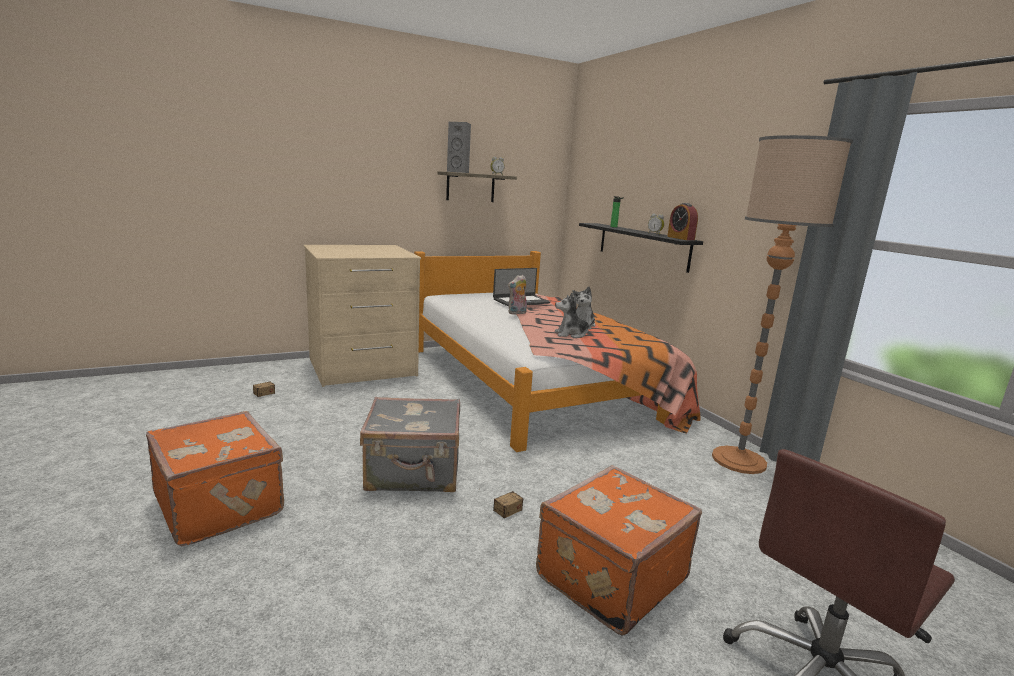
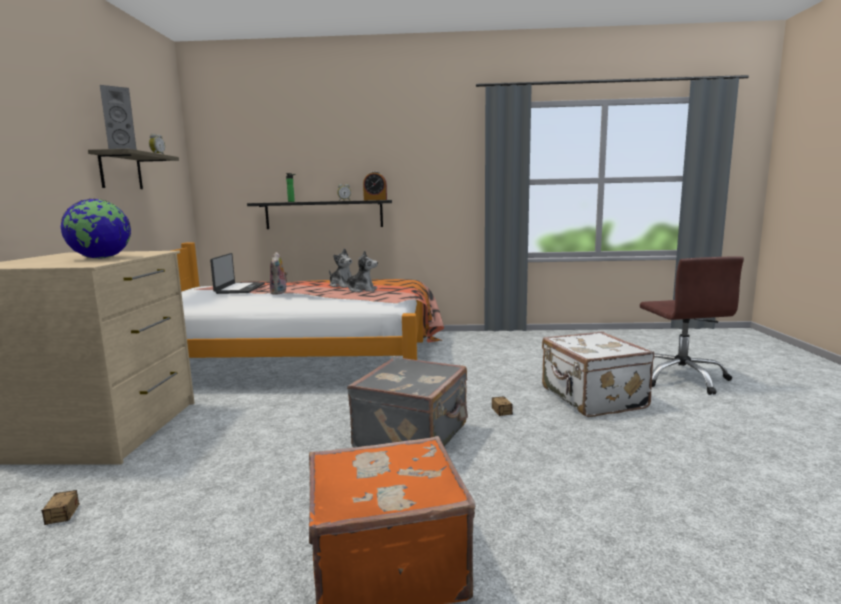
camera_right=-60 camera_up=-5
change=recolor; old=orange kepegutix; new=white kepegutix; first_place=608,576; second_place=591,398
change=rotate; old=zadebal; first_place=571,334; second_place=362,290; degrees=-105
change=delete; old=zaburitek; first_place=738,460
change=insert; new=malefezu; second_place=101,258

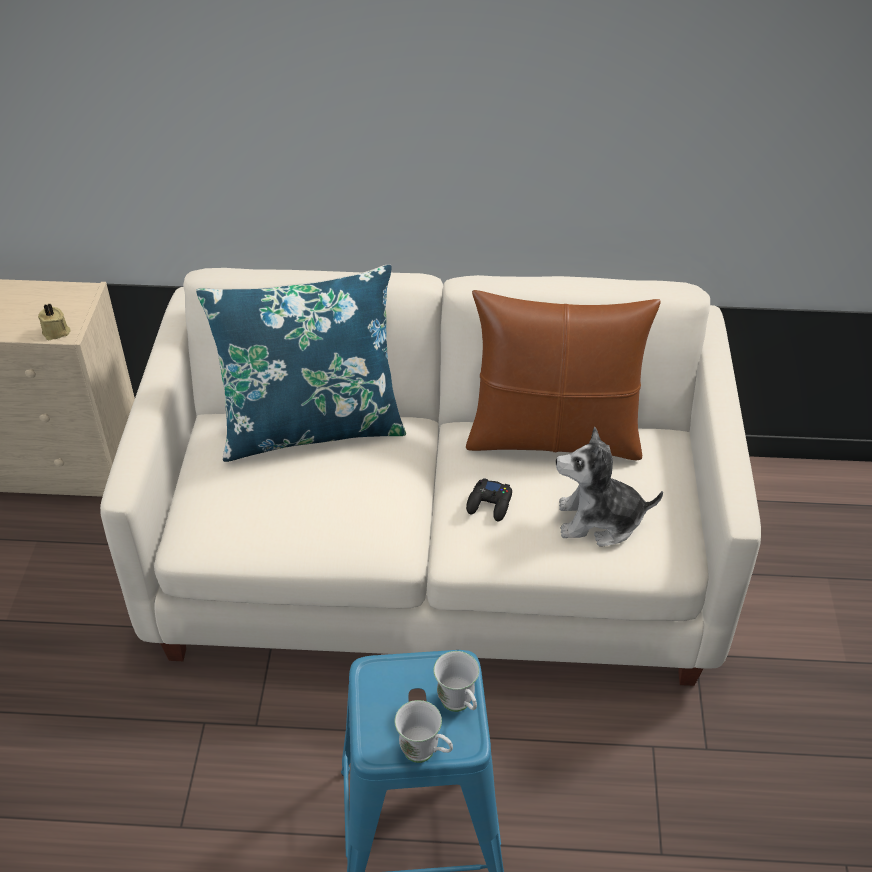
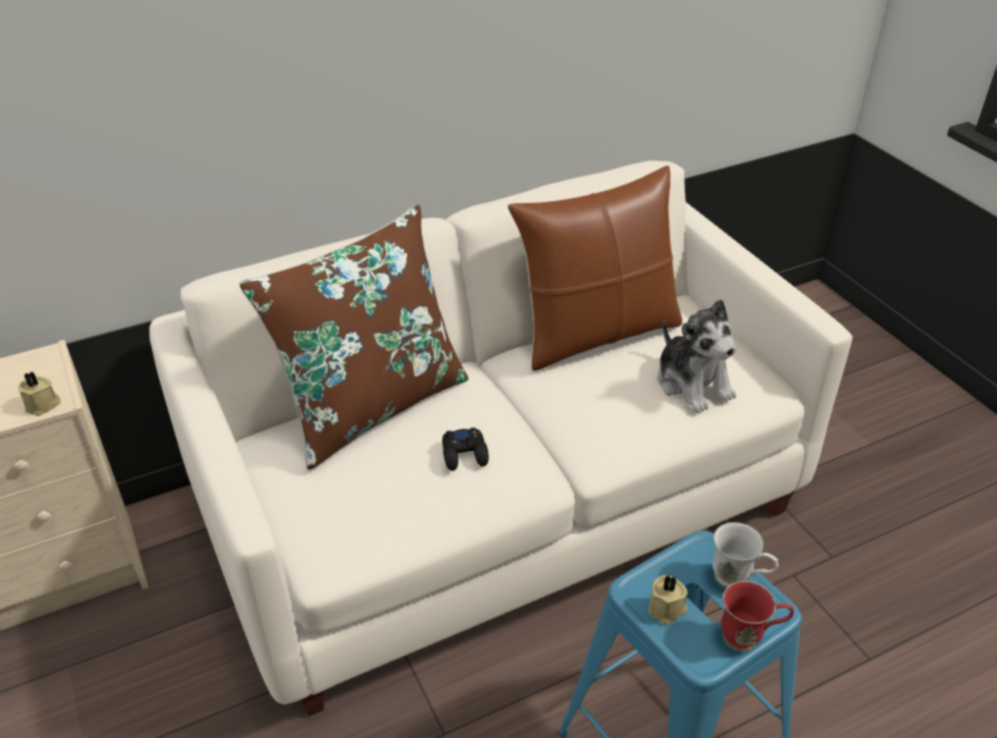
camera_right=-30 camera_up=-5
change=recolor; old=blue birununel; new=brown birununel; first_place=311,426; second_place=372,405
change=recolor; old=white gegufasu; new=red gegufasu; first_place=425,754; second_place=749,638
change=move; old=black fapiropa; first_place=490,504; second_place=465,454
change=rotate; old=zadebal; first_place=599,521; second_place=693,384; degrees=-90
change=insert; new=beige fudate; second_place=667,609

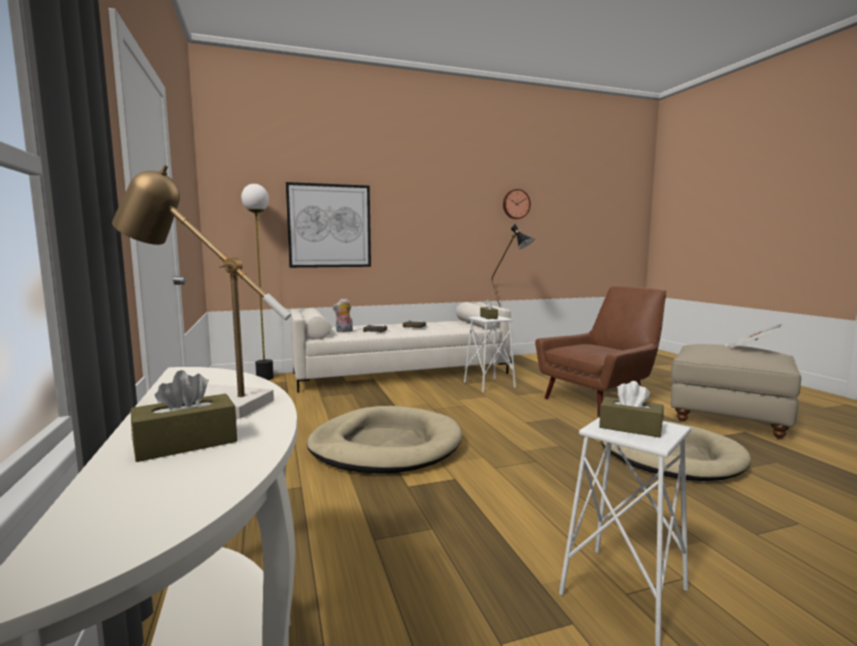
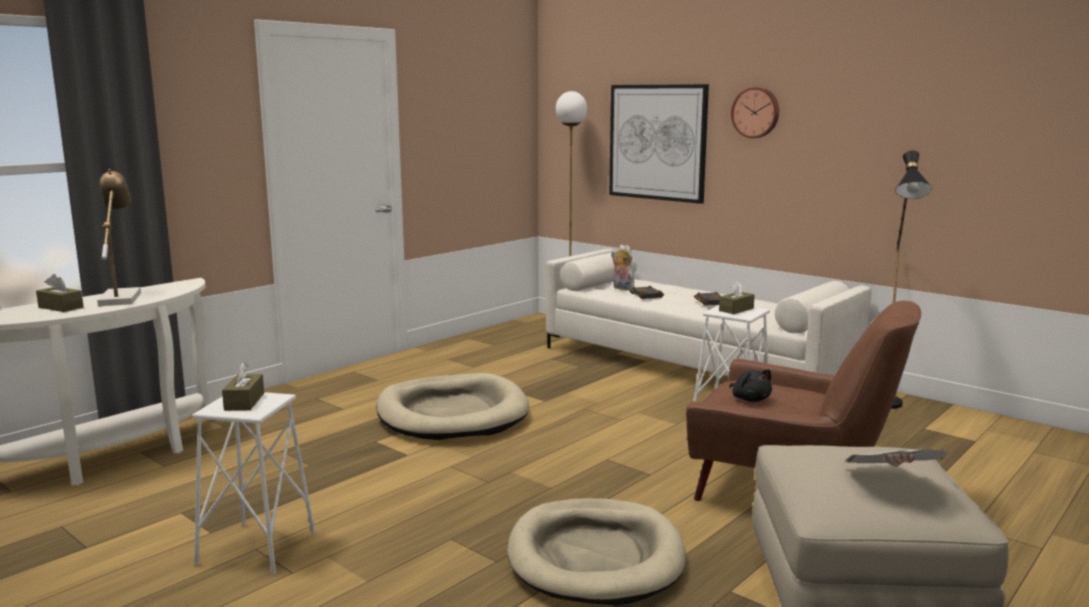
camera_right=60 camera_up=5
change=move; old=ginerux; first_place=515,204; second_place=756,112
change=insert; new=black zadebal; second_place=750,399

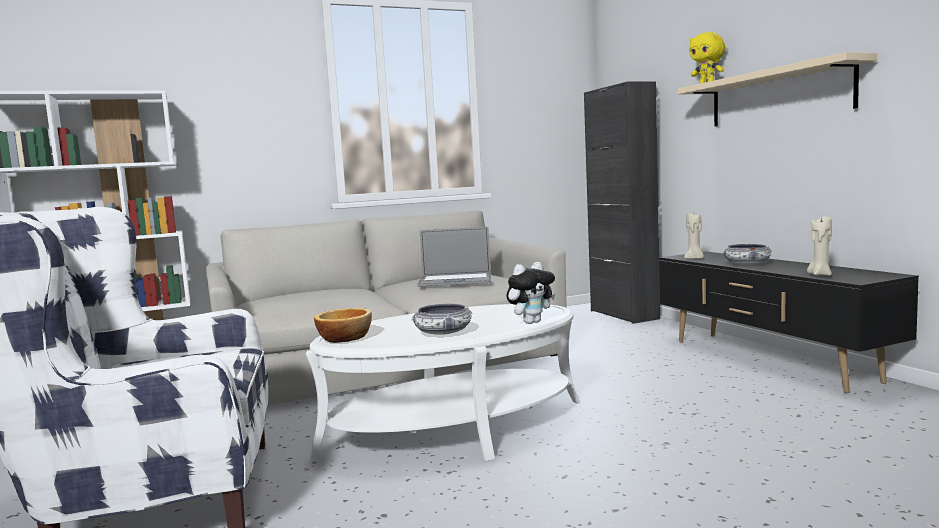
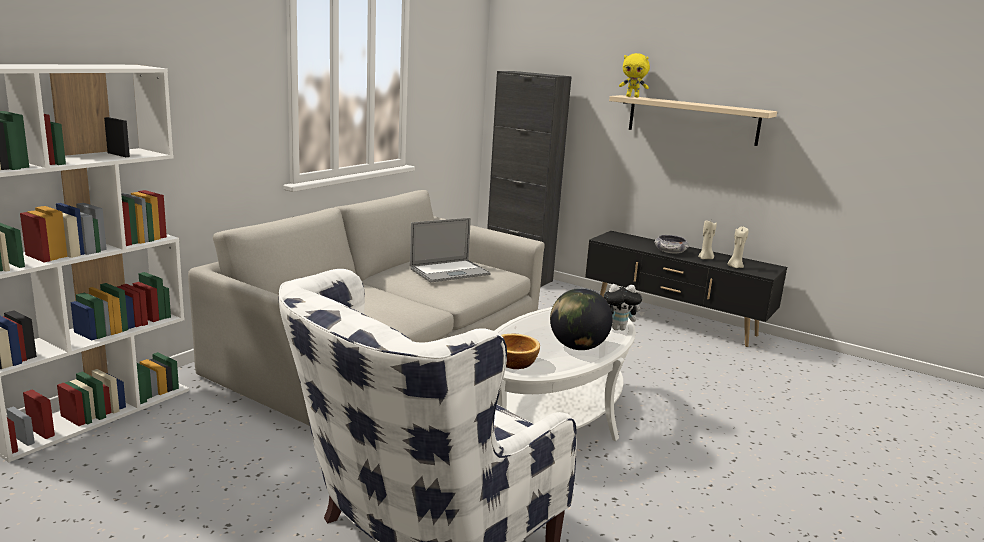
camera_right=-35 camera_up=10
change=replace; old=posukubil; new=malefezu; first_place=443,332; second_place=578,347
change=rotate; old=zadebal; first_place=531,322; second_place=619,328; degrees=60
change=move; old=beige fudate; first_place=694,259; second_place=705,258

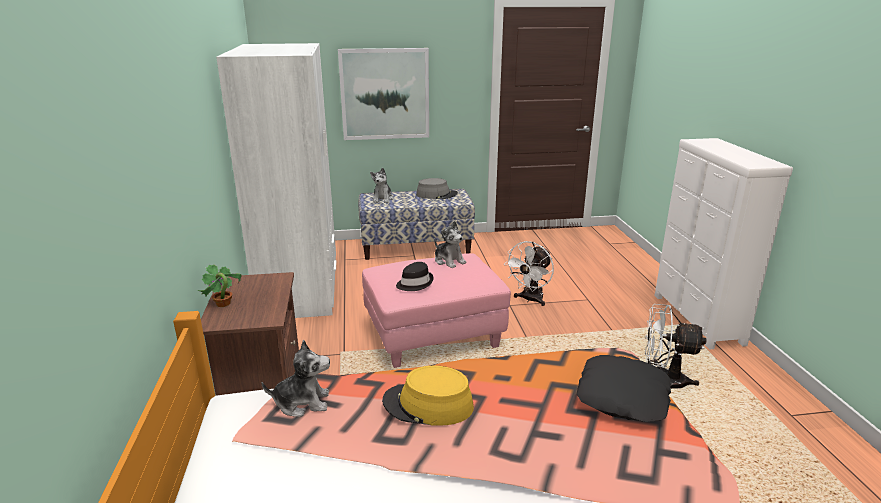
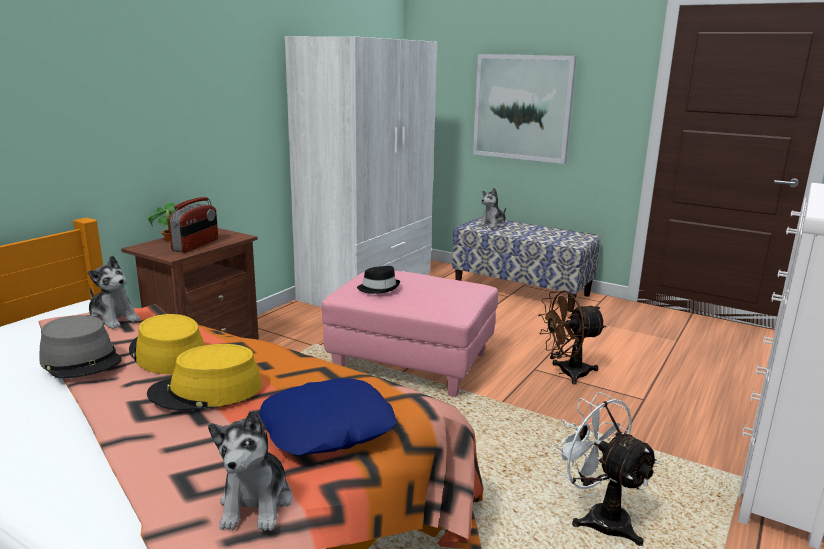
camera_right=40 camera_up=-5
change=move; old=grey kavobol; first_place=436,194; second_place=81,360
change=move; old=zadebal; first_place=449,261; second_place=256,503
change=recolor; old=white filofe; new=brown filofe; first_place=530,300; second_place=567,373
change=recolor; old=black birununel; new=blue birununel; first_place=623,396; second_place=328,429
change=insert; new=yellow kavobol; second_place=206,391
change=insert; new=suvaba; second_place=196,245

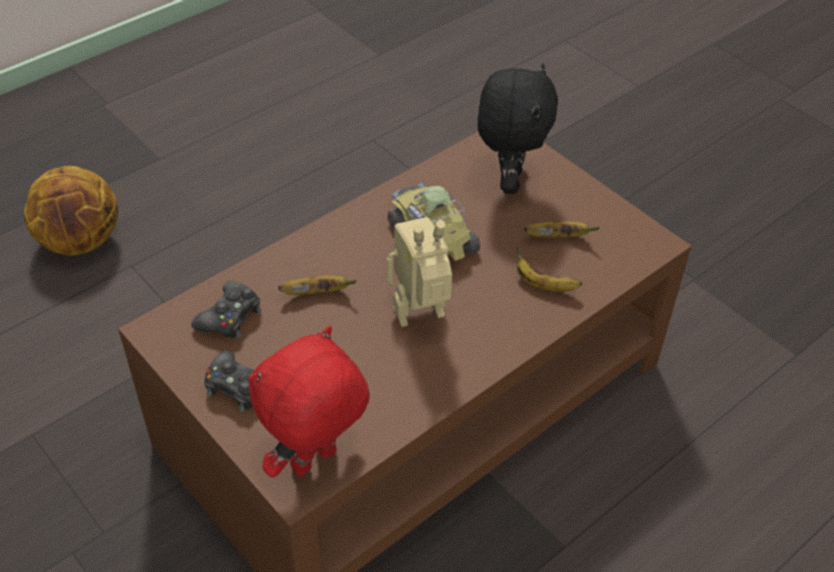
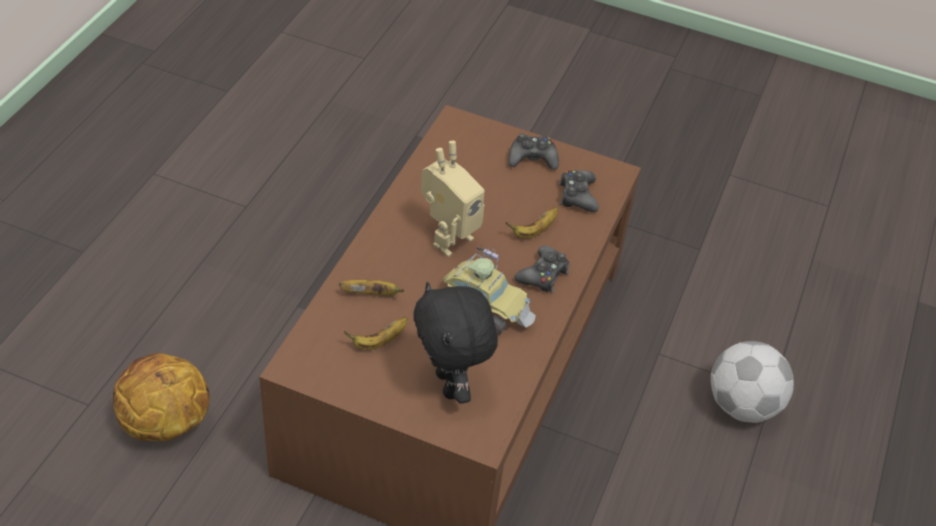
camera_right=150 camera_up=0
change=move; old=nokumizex; first_place=81,242; second_place=165,424
change=delete; old=red zadebal; first_place=315,463
change=insert; new=black fapiropa; second_place=543,275
change=insert; new=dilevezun; second_place=741,405

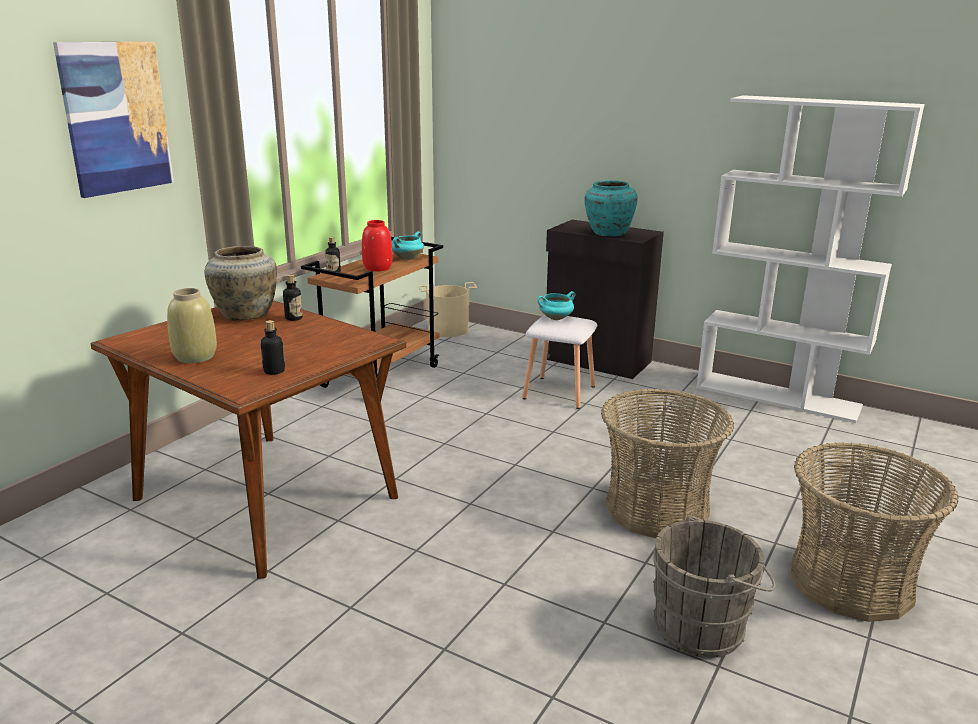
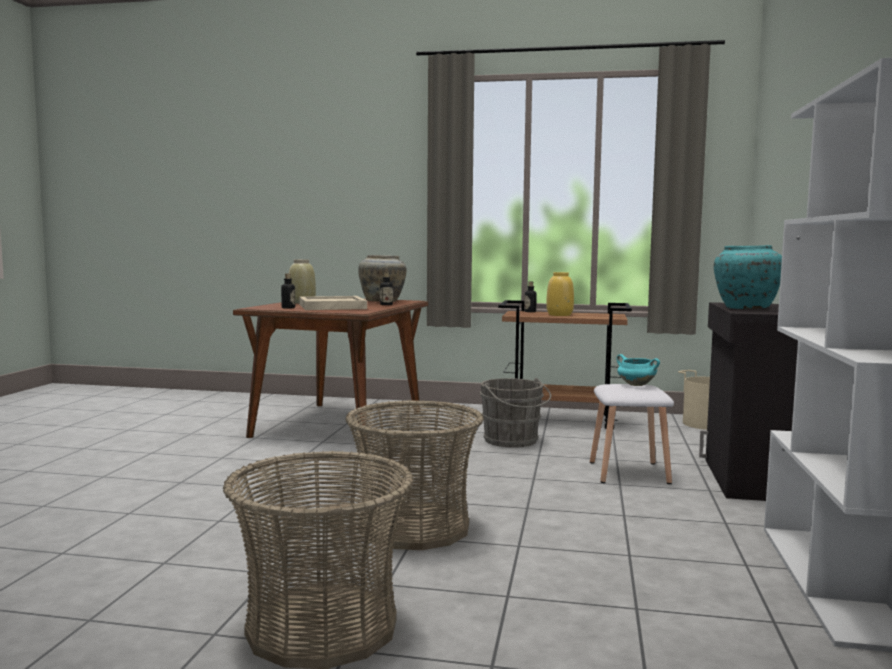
camera_right=70 camera_up=-15
change=delete; old=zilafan; first_place=116,118
change=recolor; old=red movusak; new=yellow movusak; first_place=377,268; second_place=559,315
change=delete; old=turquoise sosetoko; first_place=407,258
change=move; old=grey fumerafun; first_place=704,627; second_place=512,441
change=insert; new=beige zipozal; second_place=331,306

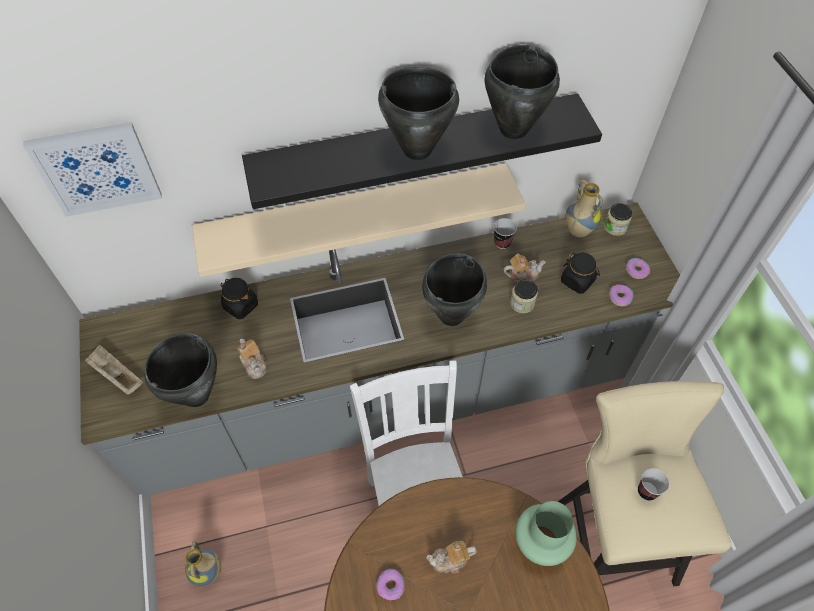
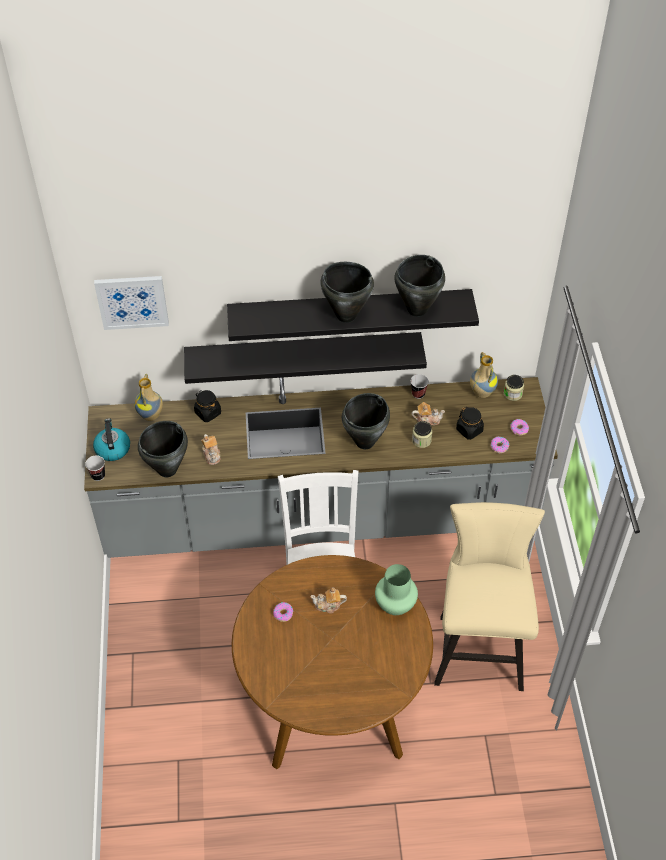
camera_right=10 camera_up=-5
change=replace; old=beige zipozal; new=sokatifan; first_place=117,376; second_place=112,448
change=move; old=movusak; first_place=209,573; second_place=151,415
change=recolor; old=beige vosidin; new=black vosidin; first_place=355,211; second_place=303,353
change=move; old=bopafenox; first_place=647,491; second_place=98,475

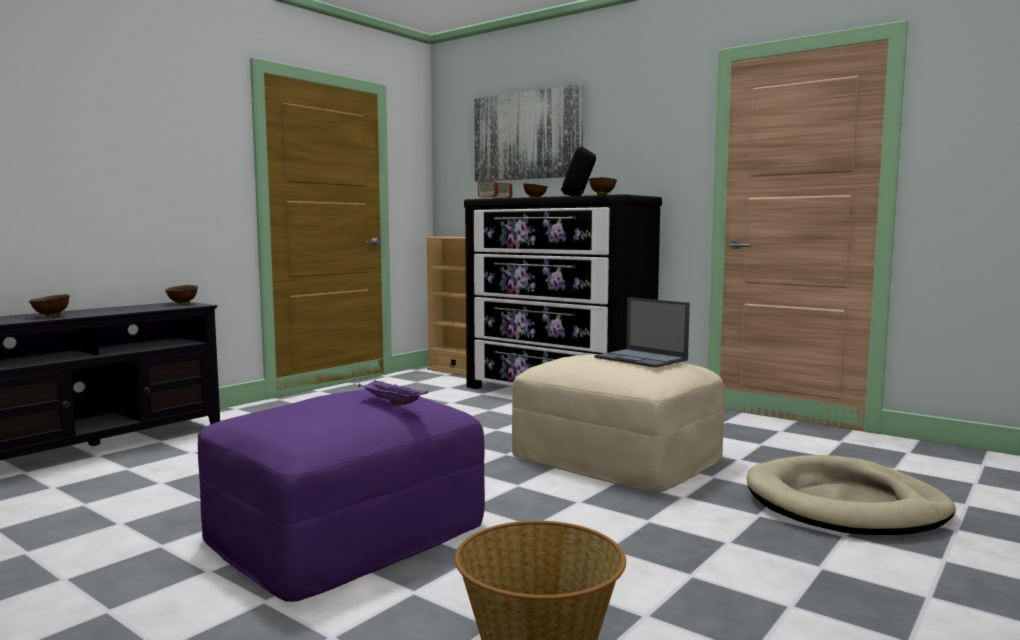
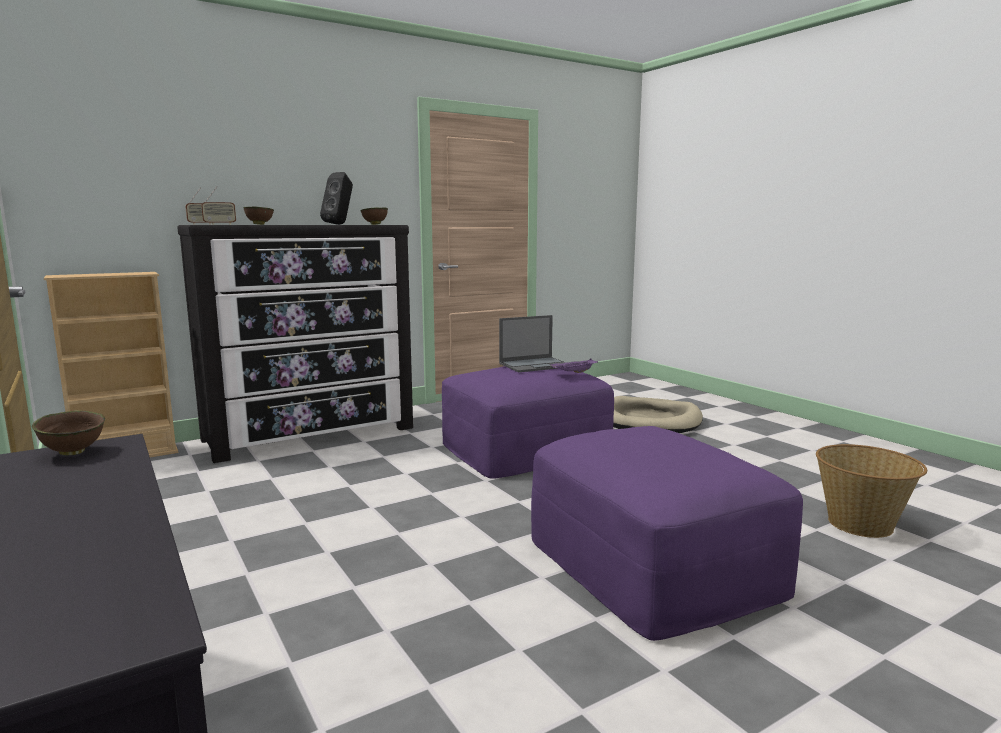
camera_right=-70 camera_up=5
change=delete; old=brown posukubil; first_place=51,316
change=move; old=purple zipozal; first_place=391,403; second_place=574,373
change=delete; old=zilafan; first_place=527,136
change=recolor; old=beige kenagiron; new=purple kenagiron; first_place=617,456; second_place=525,448

